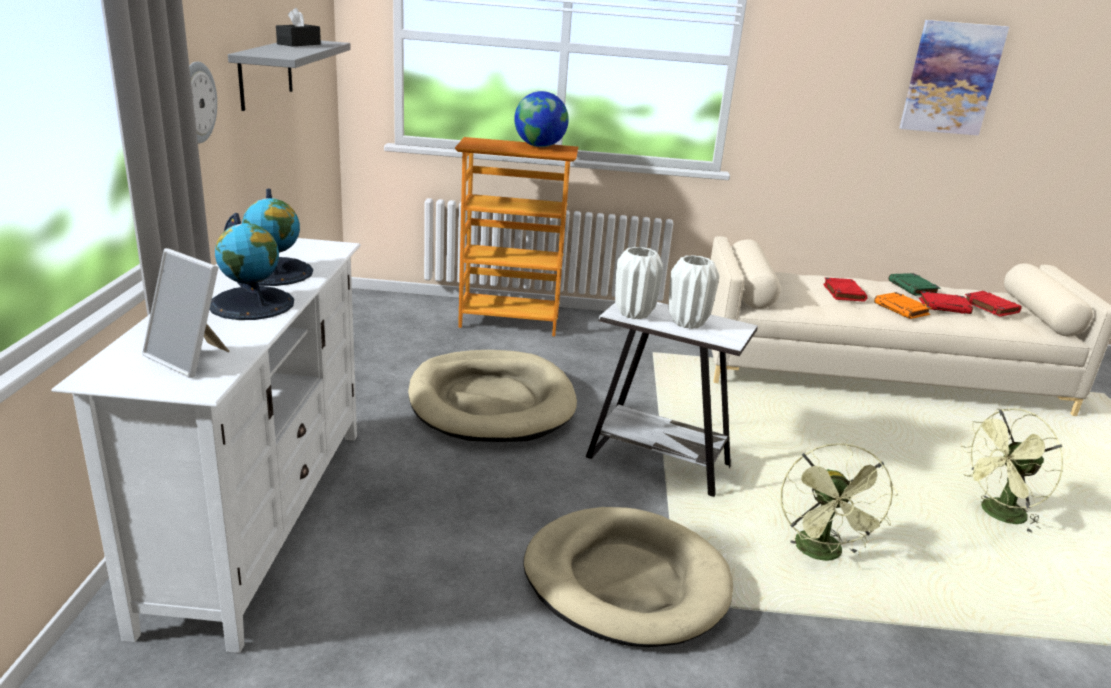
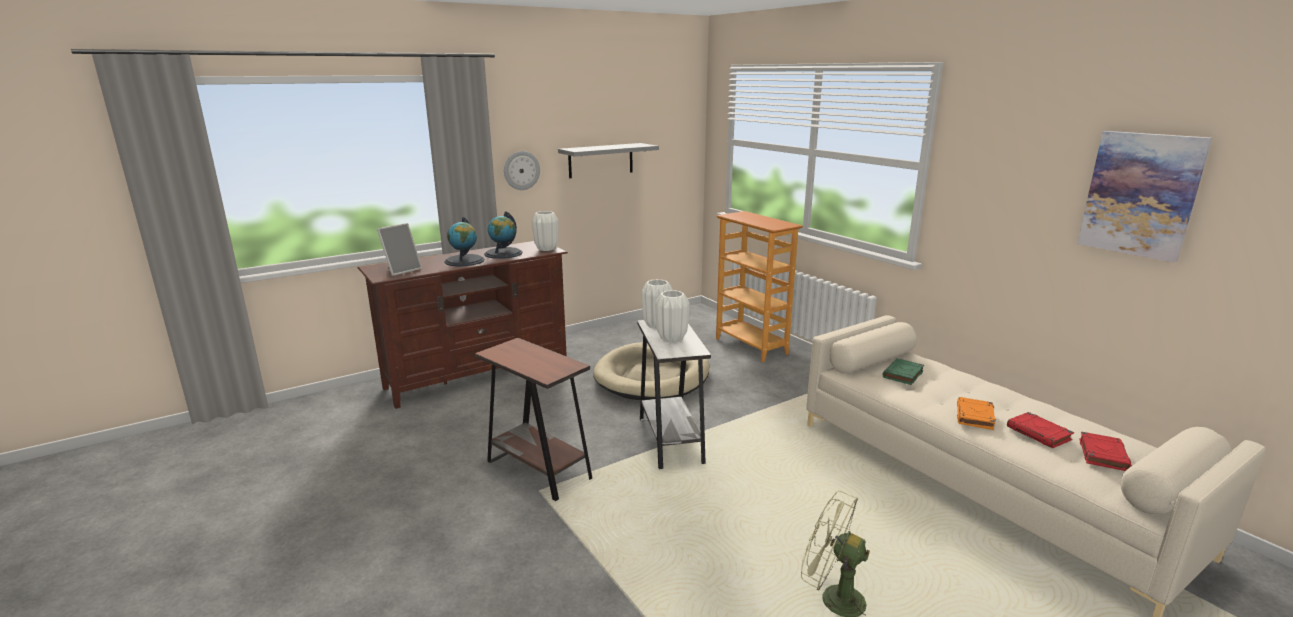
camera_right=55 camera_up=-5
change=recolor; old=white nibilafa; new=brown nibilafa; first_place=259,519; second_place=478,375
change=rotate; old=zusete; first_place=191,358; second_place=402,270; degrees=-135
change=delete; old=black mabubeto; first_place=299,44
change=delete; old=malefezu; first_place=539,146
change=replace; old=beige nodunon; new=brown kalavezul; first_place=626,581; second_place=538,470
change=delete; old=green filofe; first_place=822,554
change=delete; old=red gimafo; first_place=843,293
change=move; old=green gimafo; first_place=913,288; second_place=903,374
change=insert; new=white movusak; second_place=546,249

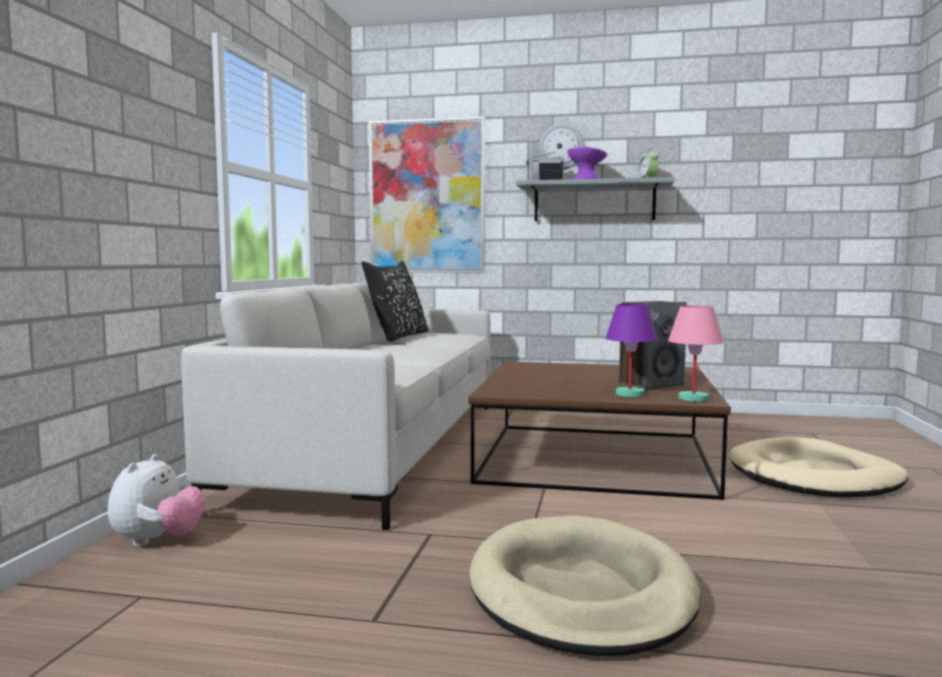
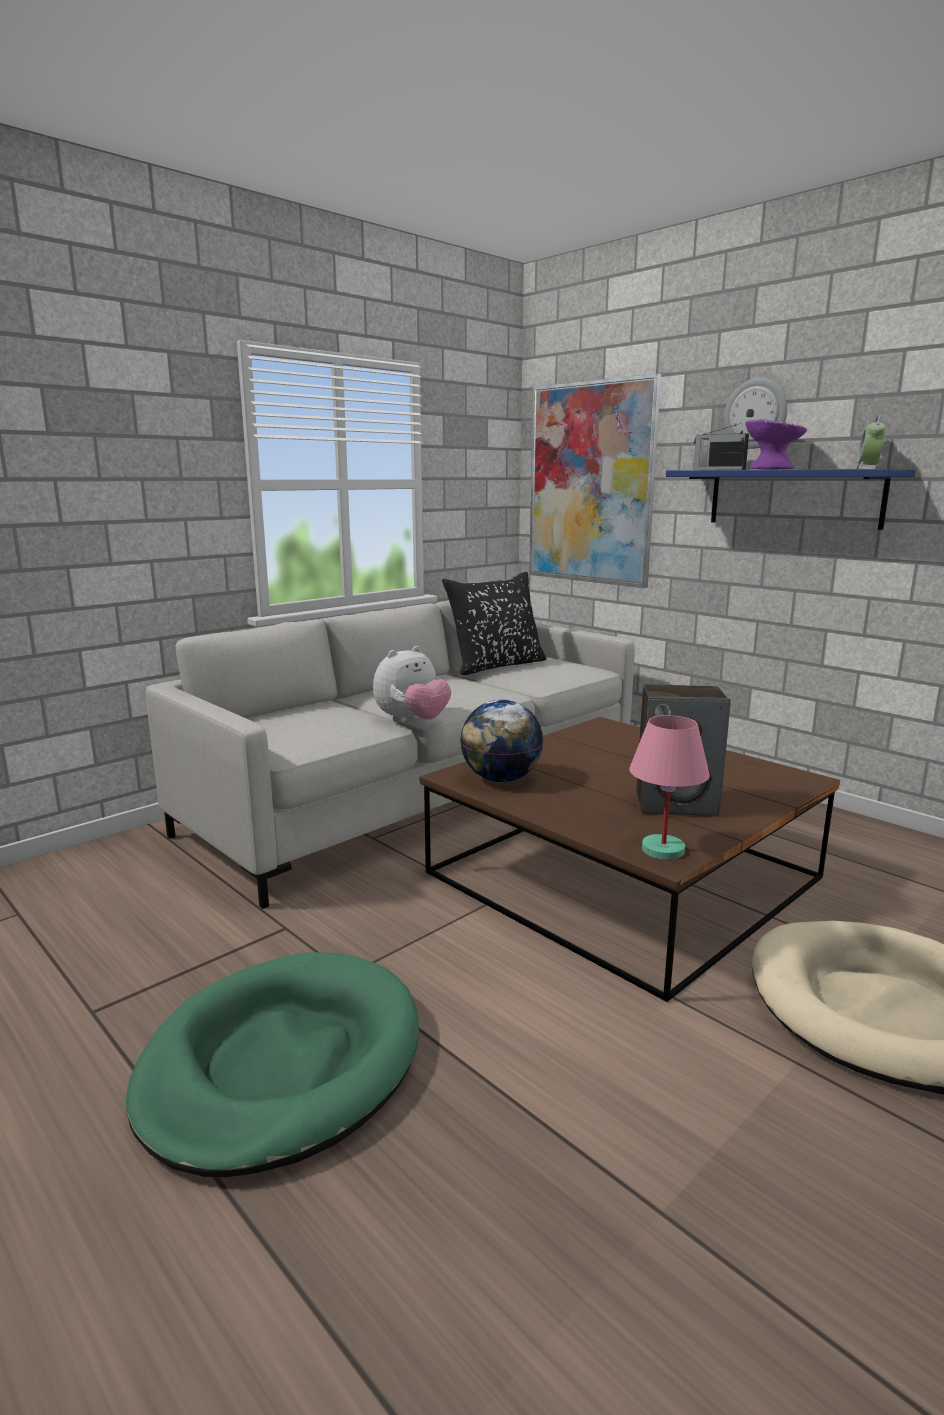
camera_right=35 camera_up=10
change=move; old=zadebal; first_place=158,541; second_place=412,721
change=recolor; old=beige nodunon; new=green nodunon; first_place=580,592; second_place=281,1064
change=recolor; old=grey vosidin; new=blue vosidin; first_place=594,202; second_place=794,498
change=delete; old=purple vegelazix; first_place=630,394
change=insert; new=malefezu; second_place=500,779

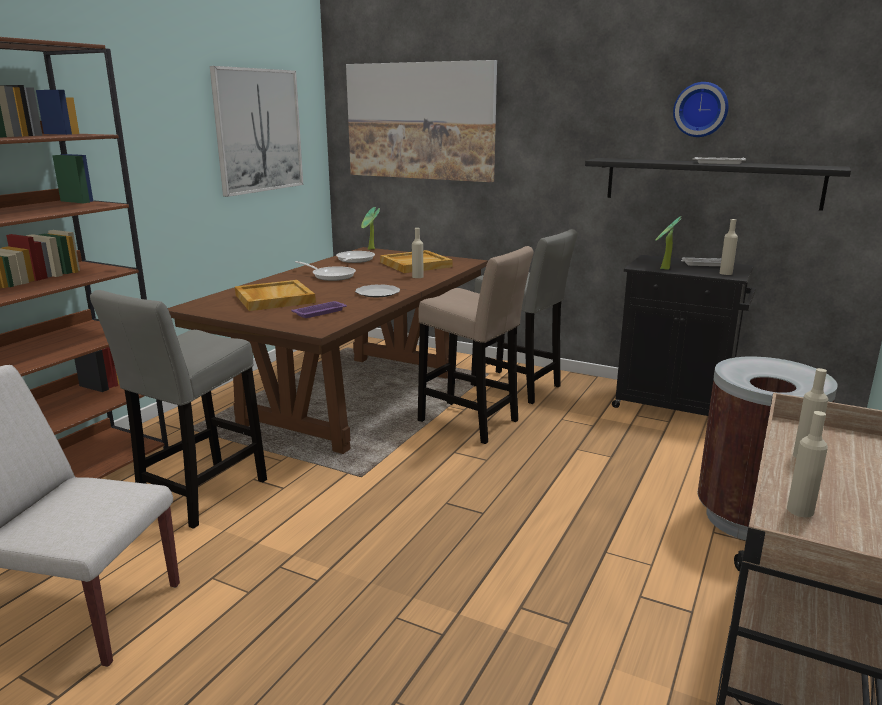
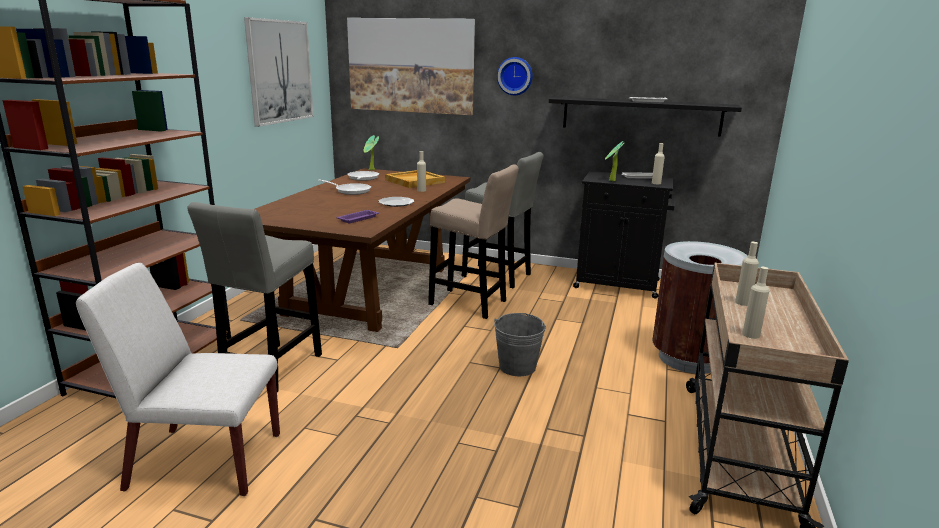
camera_right=-10 camera_up=0
change=delete; old=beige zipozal; first_place=274,298
change=move; old=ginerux; first_place=701,109; second_place=515,76
change=insert; new=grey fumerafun; second_place=517,367

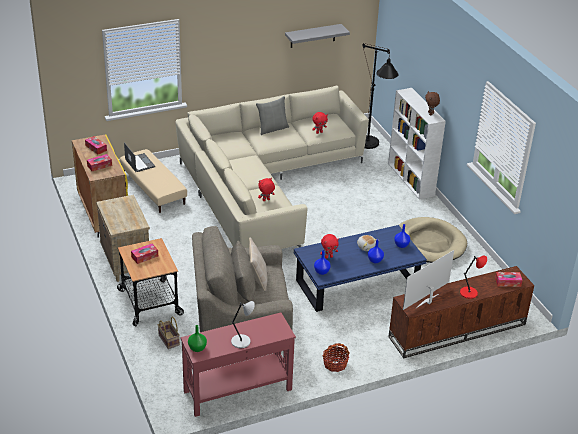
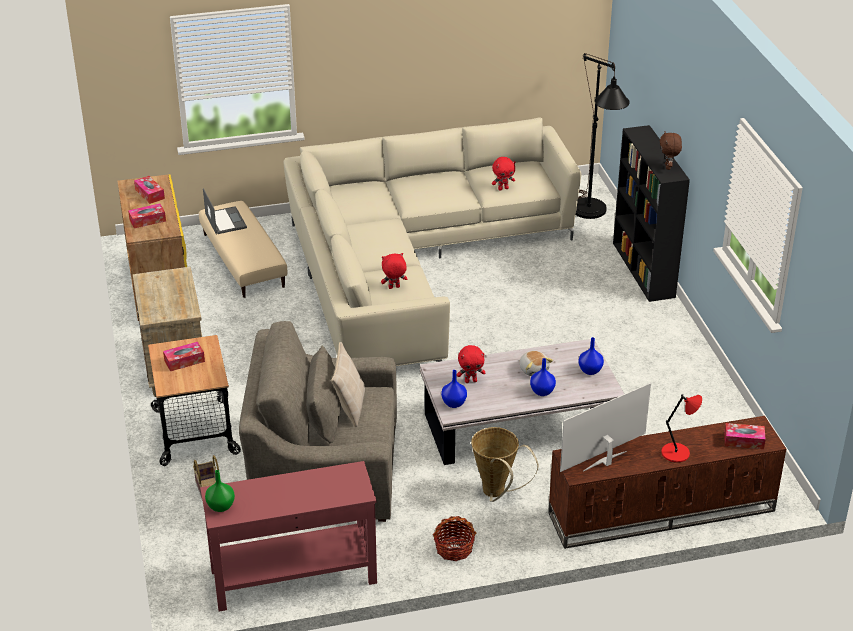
camera_right=10 camera_up=0
change=delete; old=grey vegelazix; first_place=242,341
change=delete; old=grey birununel; first_place=272,129
change=delete; old=grey vosidin; first_place=313,36
change=recolor; old=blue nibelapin; new=white nibelapin; first_place=357,284; second_place=519,427
change=recolor; old=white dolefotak; new=black dolefotak; first_place=411,180; second_place=644,270
change=delete; old=beige nodunon; first_place=429,243
change=insert; new=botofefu; second_place=496,494

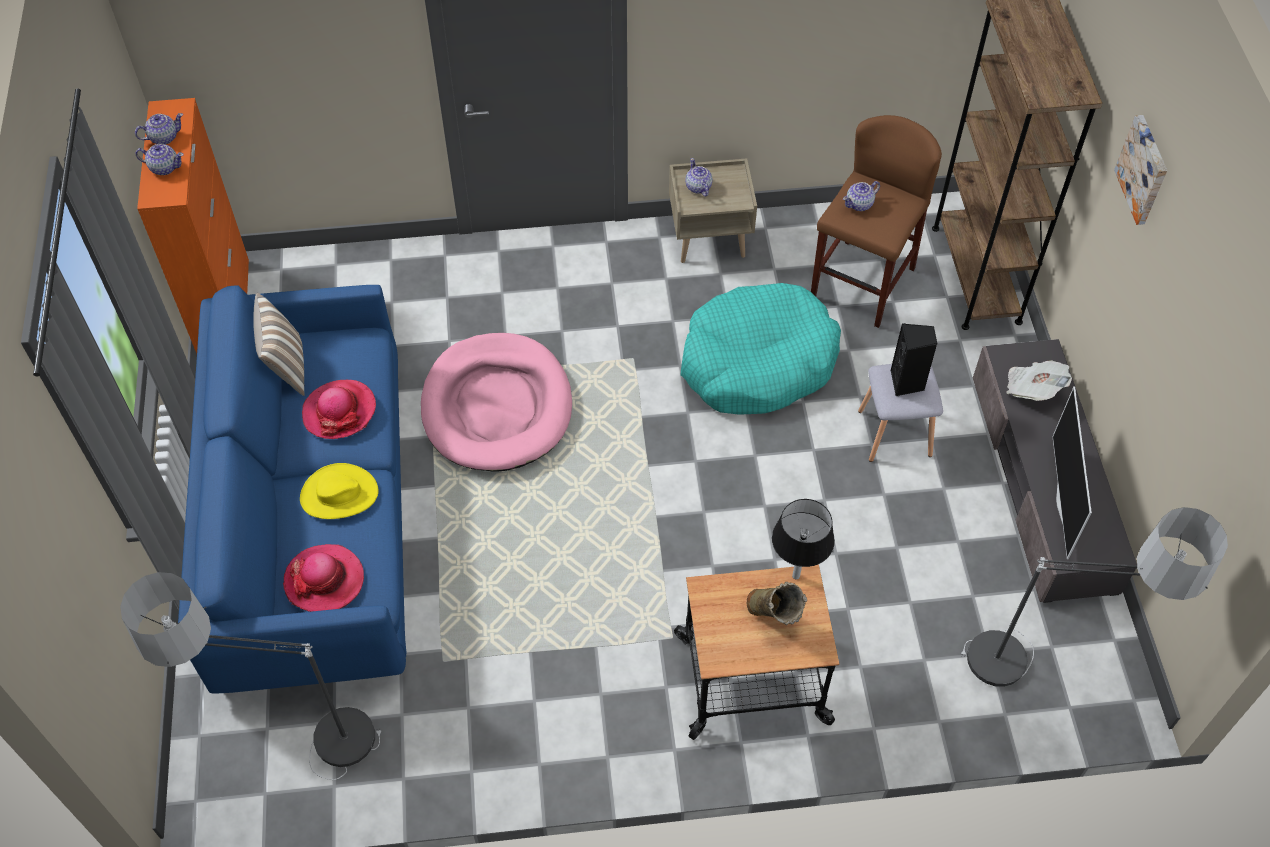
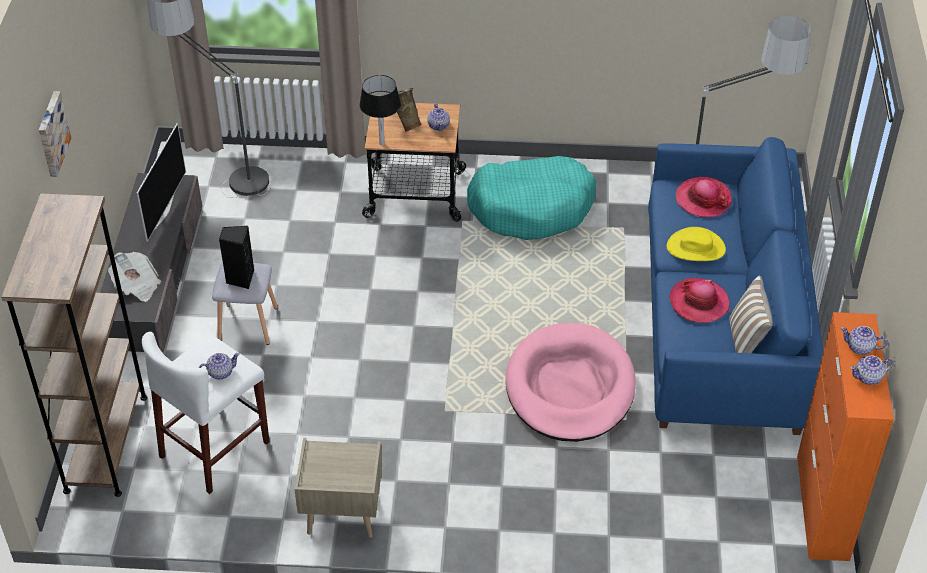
camera_right=-170 camera_up=-10
change=move; old=turquoise nodunon; first_place=757,362; second_place=532,208
change=move; old=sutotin; first_place=698,187; second_place=438,125
change=recolor; old=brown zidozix; new=white zidozix; first_place=862,283; second_place=215,449

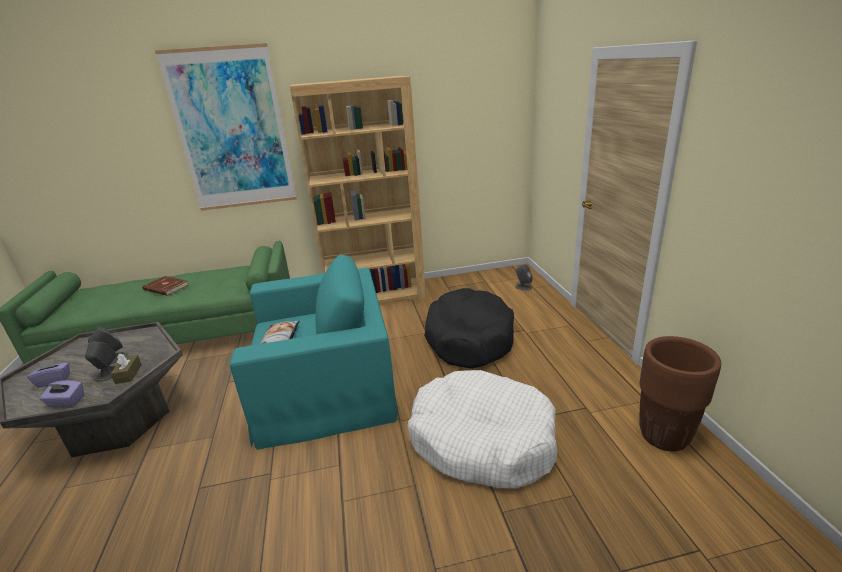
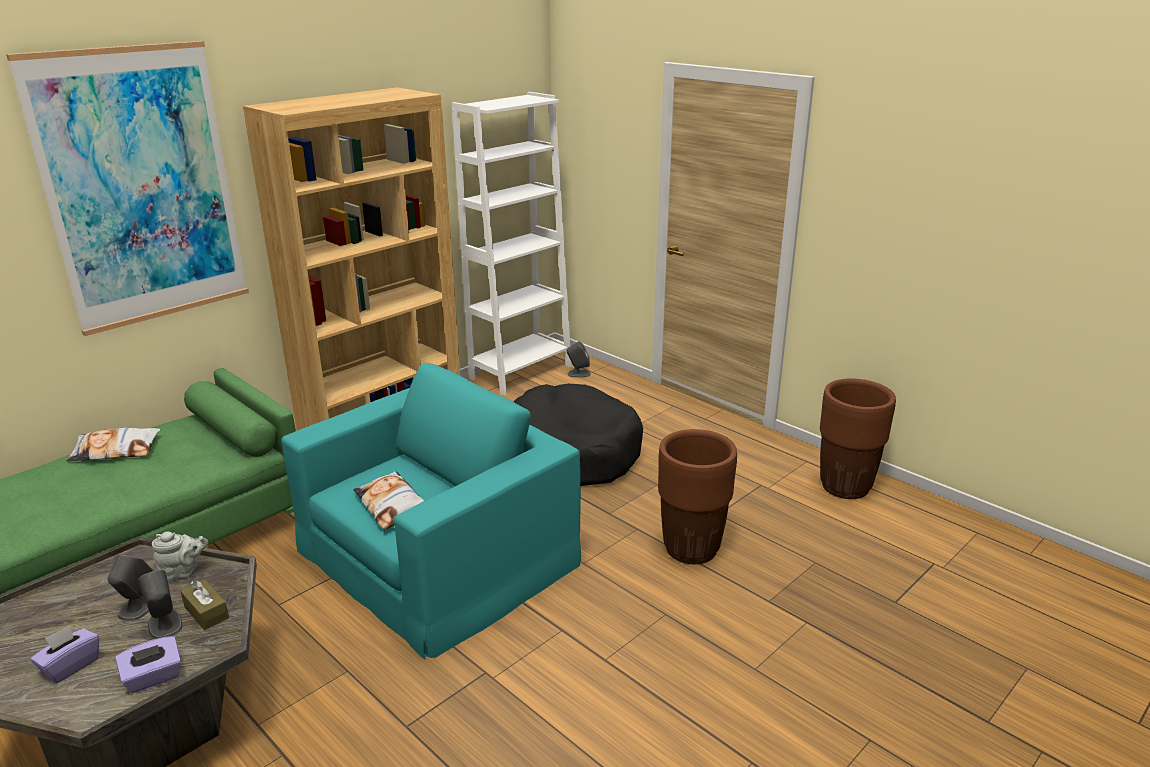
camera_right=-35 camera_up=0
change=delete; old=brown gimafo; first_place=165,288
change=replace; old=white nodunon; new=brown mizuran; first_place=482,440; second_place=691,549
change=insert; new=birununel; second_place=116,450
change=insert; new=grey sutotin; second_place=183,572
change=insert; new=white dolefotak; second_place=521,372

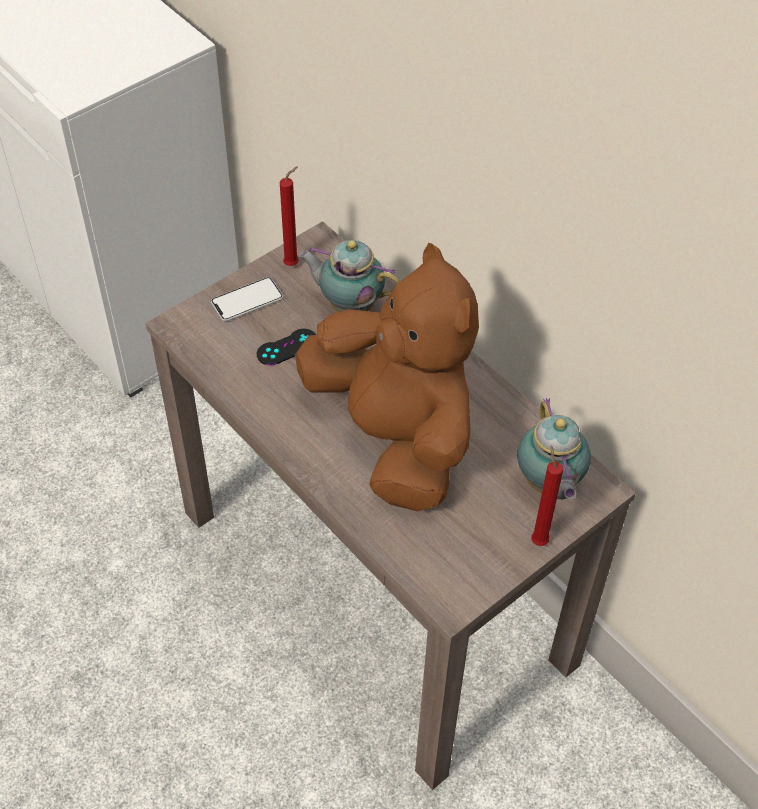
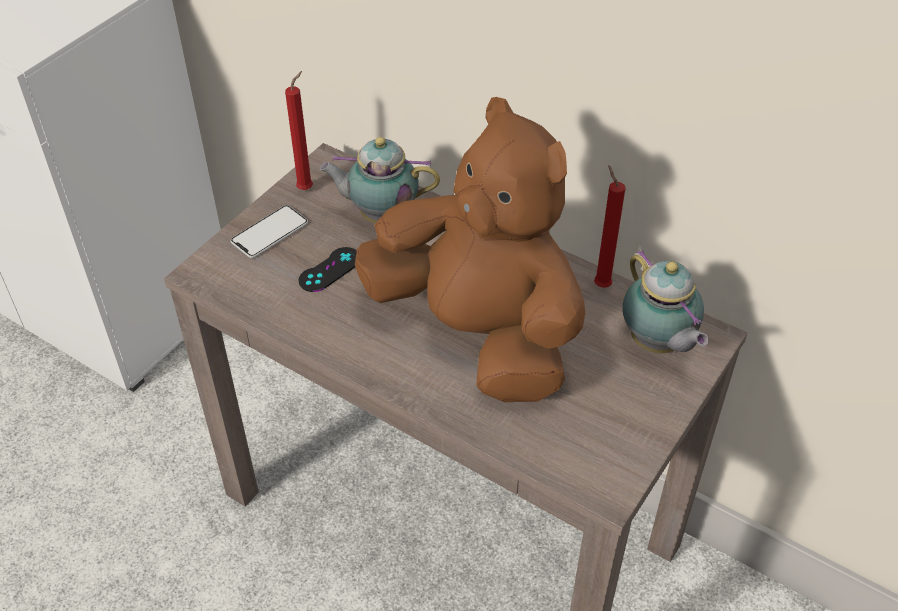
camera_right=-15 camera_up=-5
change=move; old=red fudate; first_place=538,539; second_place=600,284

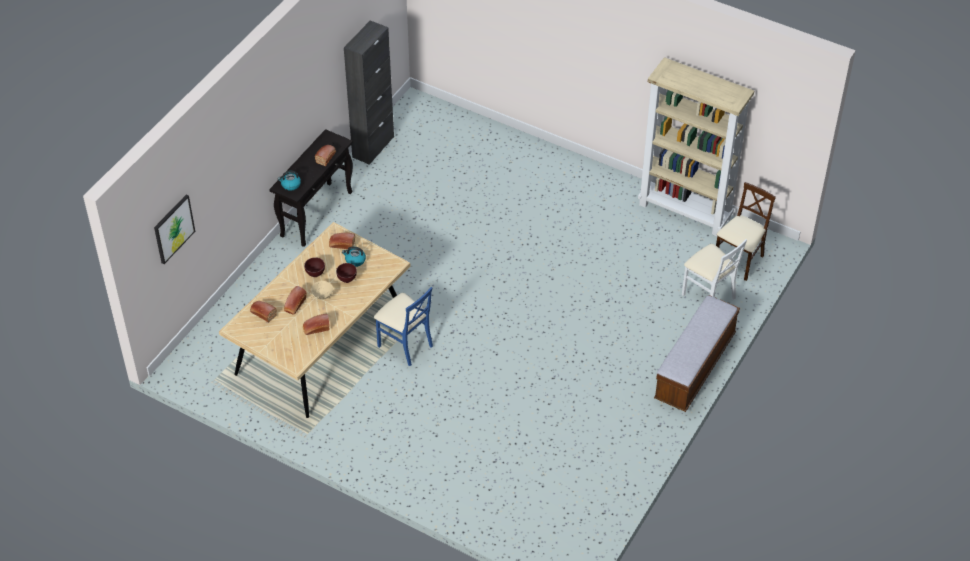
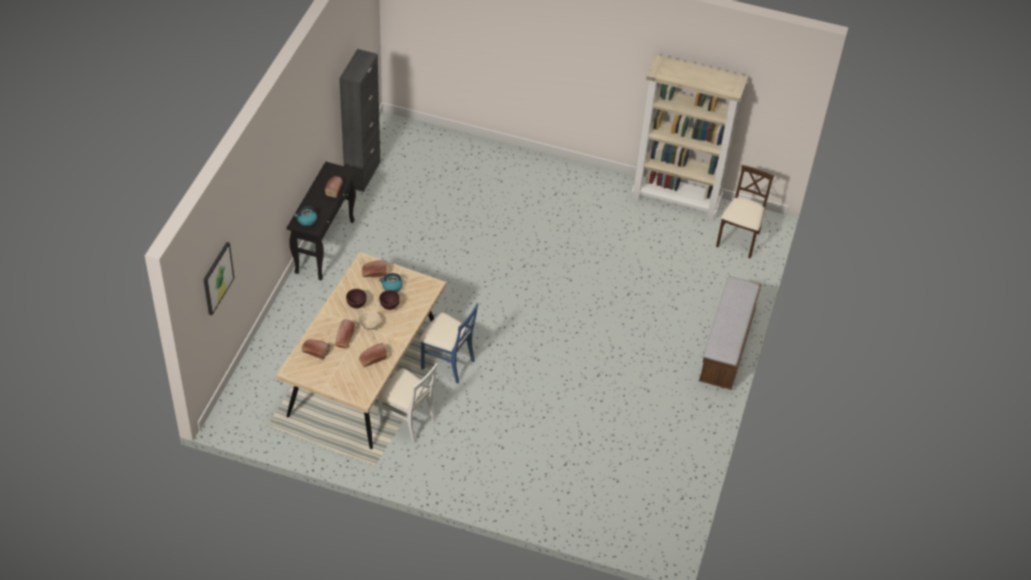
camera_right=-15 camera_up=0
change=move; old=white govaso; first_place=708,295; second_place=407,421

